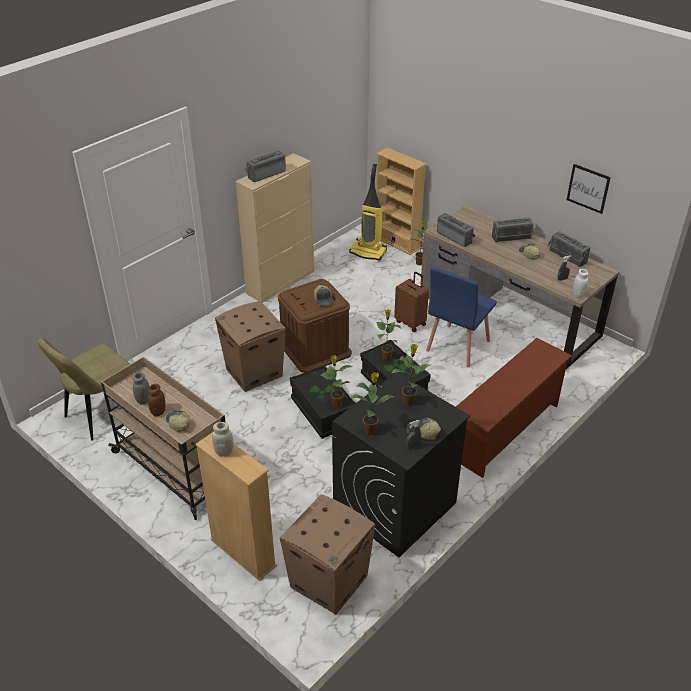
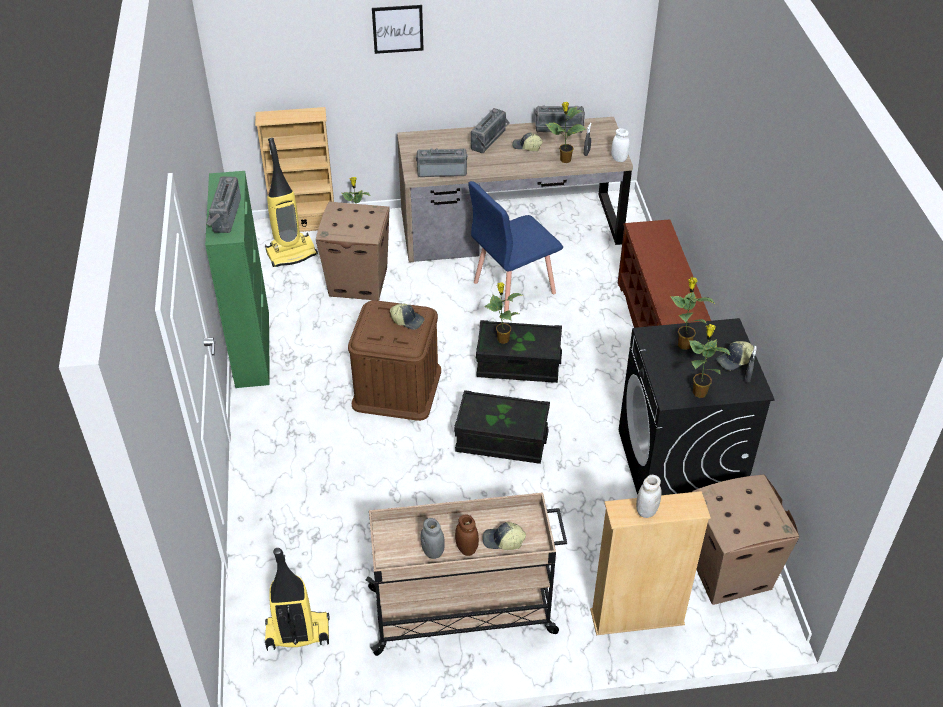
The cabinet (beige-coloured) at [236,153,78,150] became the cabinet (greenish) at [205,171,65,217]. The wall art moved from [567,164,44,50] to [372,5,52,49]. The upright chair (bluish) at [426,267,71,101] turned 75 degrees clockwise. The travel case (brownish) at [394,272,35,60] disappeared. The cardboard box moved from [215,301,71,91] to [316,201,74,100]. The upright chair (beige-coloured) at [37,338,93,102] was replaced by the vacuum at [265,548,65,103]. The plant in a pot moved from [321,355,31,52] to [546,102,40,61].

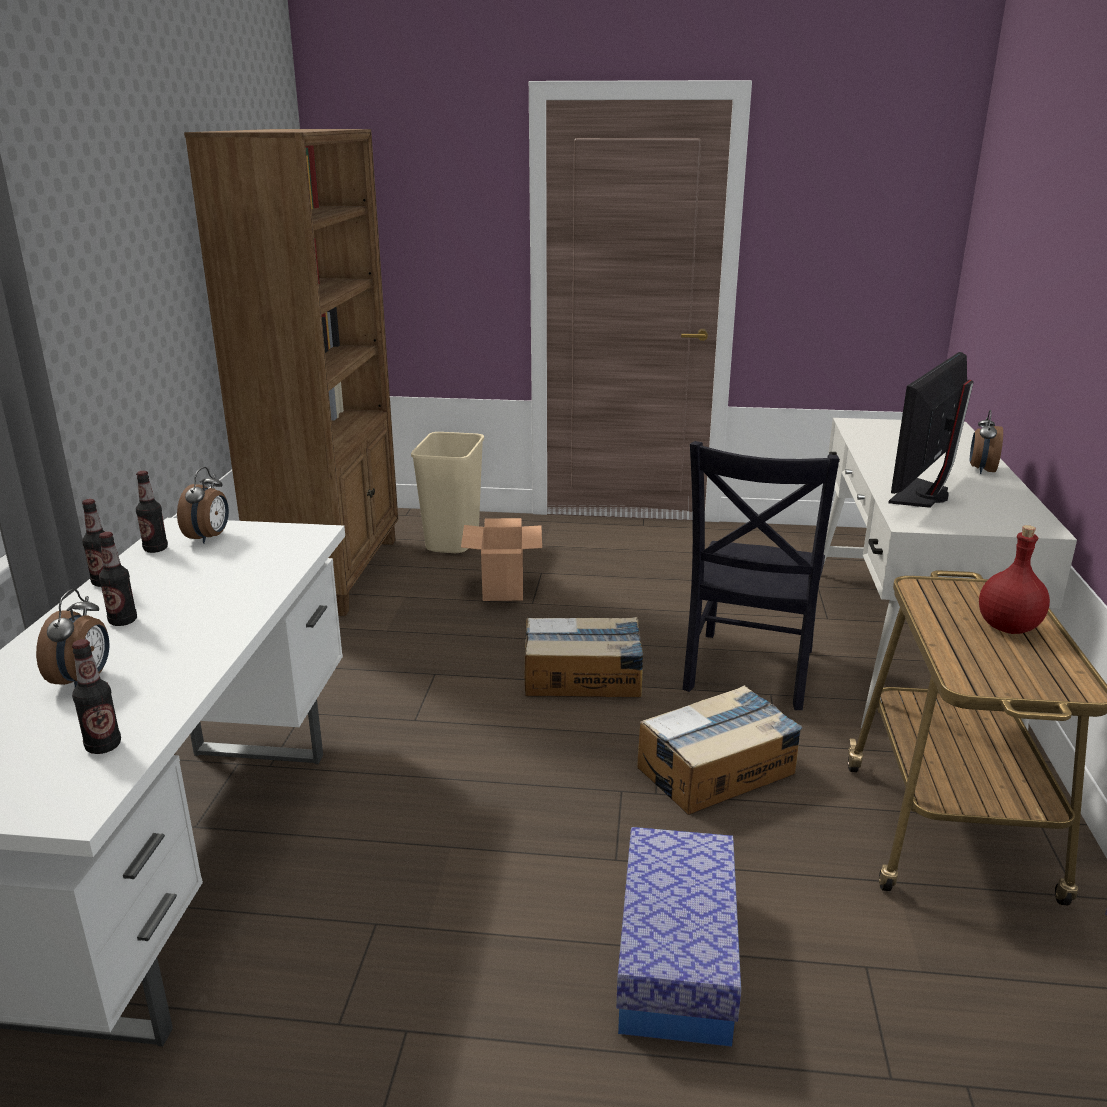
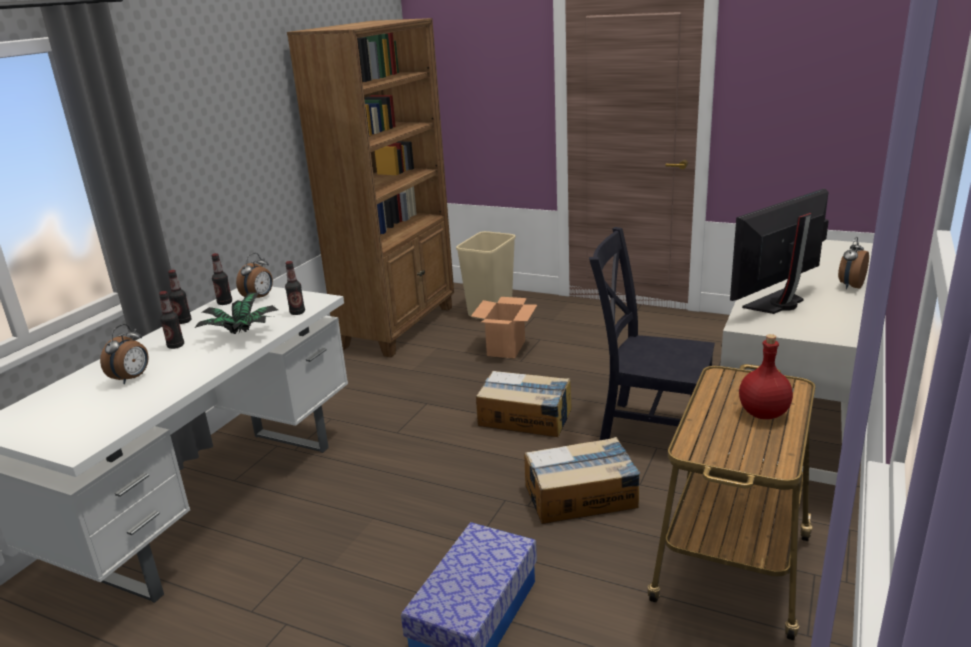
The upright chair (blackish) at [683,441,156,269] turned 75 degrees clockwise. The drink bottle moved from [72,639,49,115] to [285,261,20,54]. The plant in a pot at [194,292,84,42] appeared.

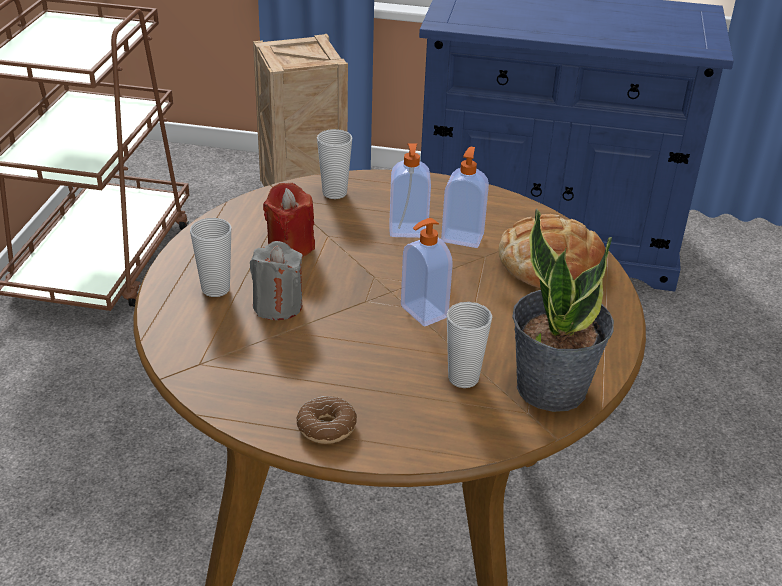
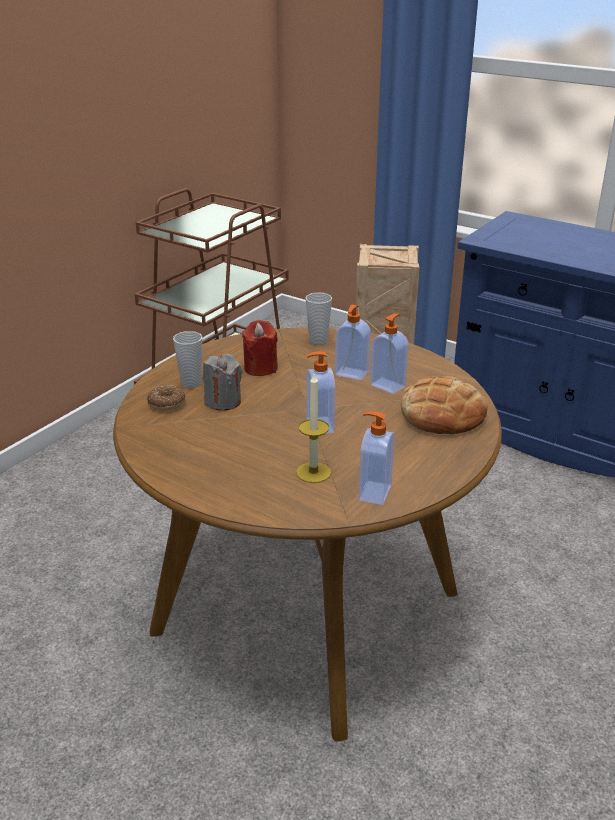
The plant in a pot at [512,209,102,203] was replaced by the liquid soap bottle at [359,411,35,94]. The cup at [447,302,46,86] was replaced by the wax light at [296,374,35,109]. The doughnut moved from [296,396,61,48] to [147,385,39,26].

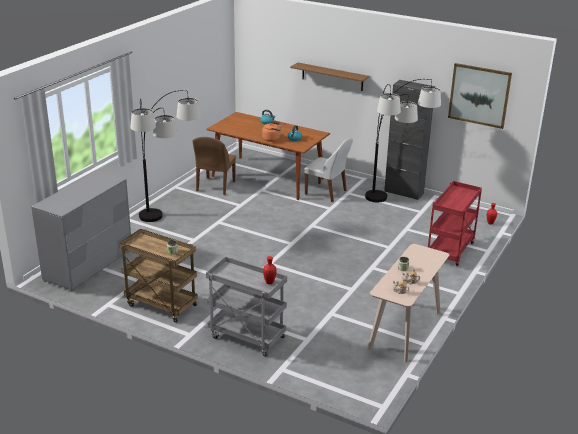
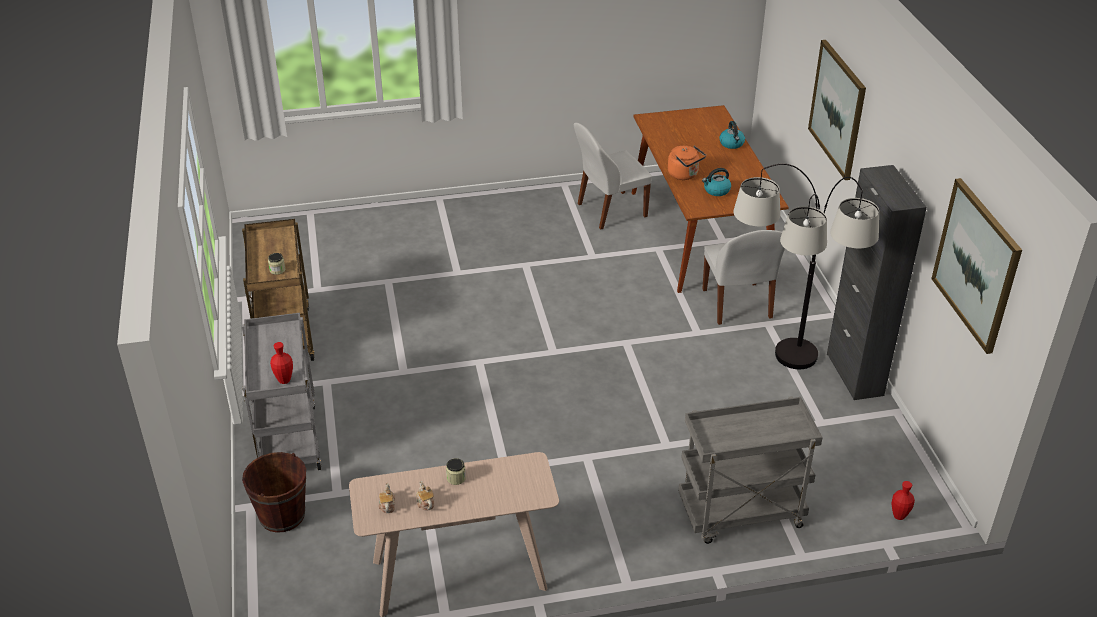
The shelf (brownish) at [290,62,79,29] was replaced by the wall art at [808,40,58,140]. The standing lamp at [131,90,70,132] disappeared. The upright chair (brownish) at [192,137,44,58] became the upright chair (white) at [574,123,78,107]. The chest of drawers (grey) at [31,171,100,121] disappeared. The cart (red-coloured) at [428,181,54,85] became the cart (grey) at [678,396,145,148]. The pail (brownish) at [242,452,64,81] appeared.

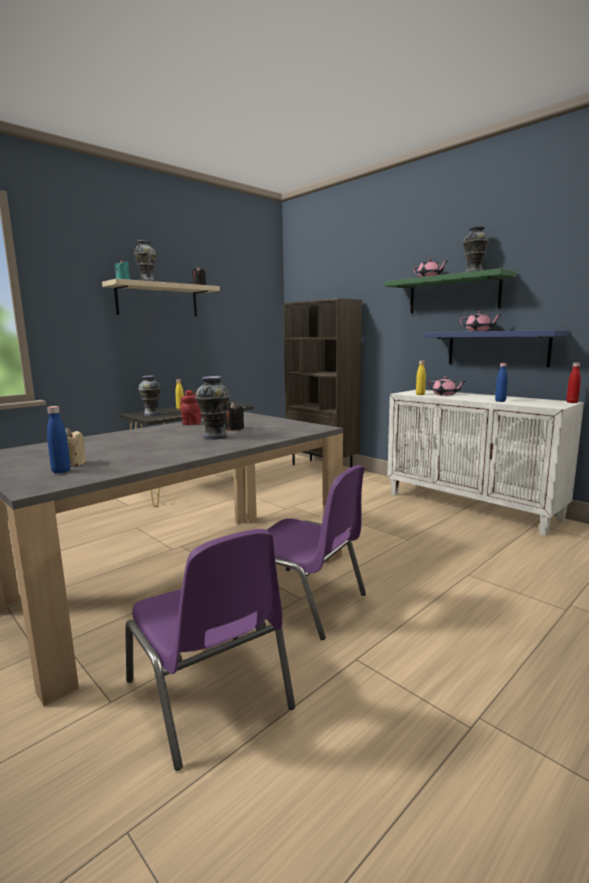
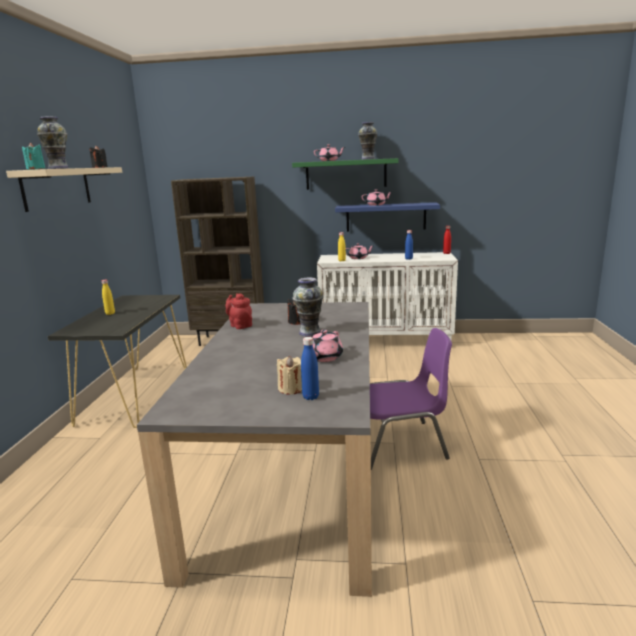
The decorative vase at [138,376,23,40] disappeared. The upright chair (purplish) at [125,529,170,242] disappeared. The tea pot (pink-coloured) at [311,330,32,32] appeared.

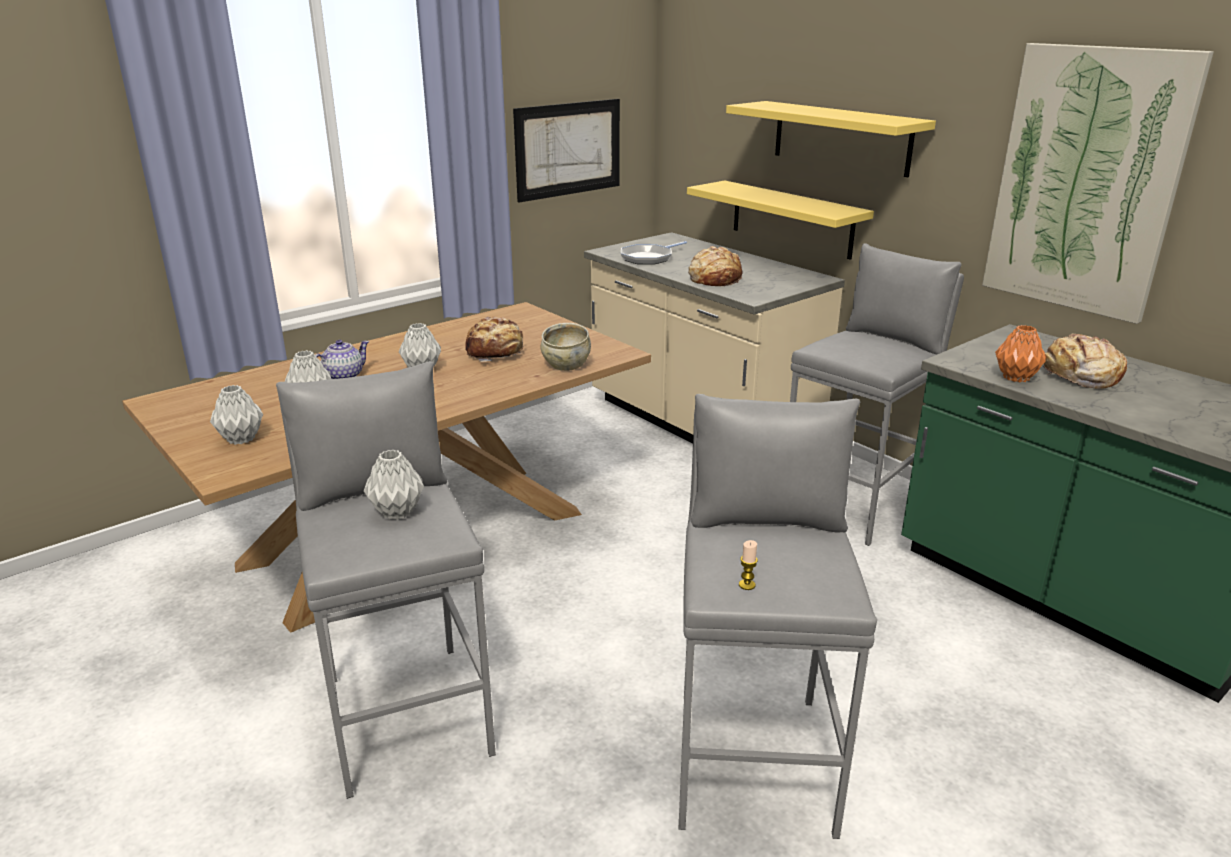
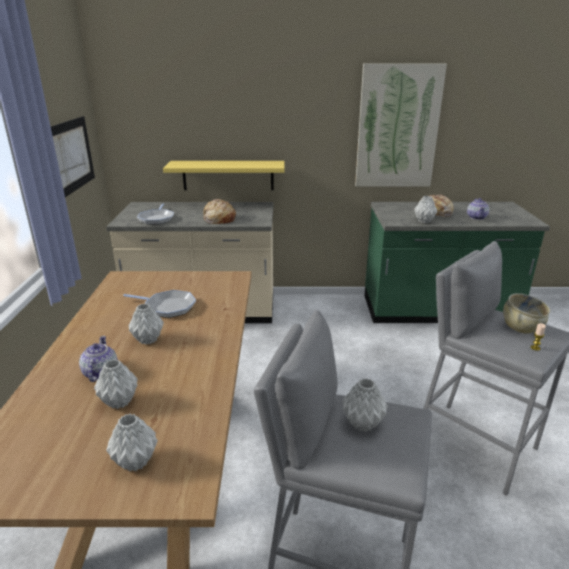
The shelf (yellow-coloured) at [726,101,210,76] disappeared. The sitting stool (grey) at [790,243,174,303] disappeared. The bakery bread at [465,317,59,45] was replaced by the frying pan at [123,290,73,28]. The deep dish (beige-coloured) moved from [541,323,50,48] to [503,293,47,41]. The decorative vase (orange) at [995,325,51,57] became the decorative vase (grey) at [414,196,24,27]. The tea pot at [467,198,22,22] appeared.

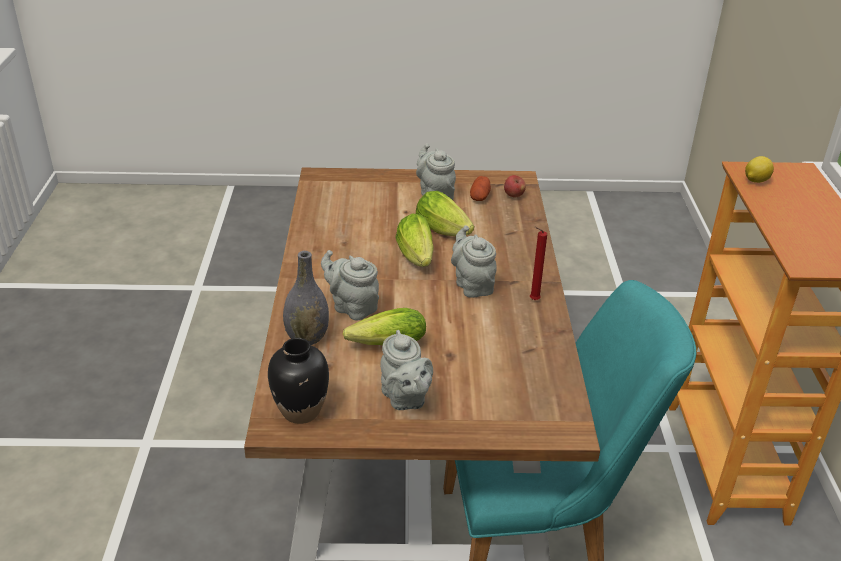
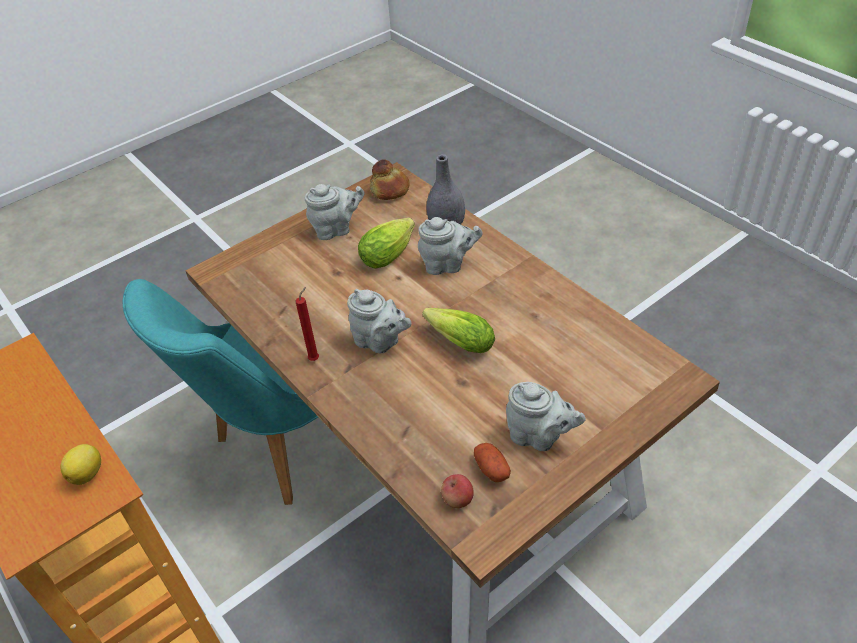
The lettuce head at [416,191,58,45] disappeared. The tea pot (grey) at [380,330,53,80] turned 135 degrees clockwise. The decorative vase (blackish) at [268,338,61,86] was replaced by the bakery bread at [370,160,40,40].

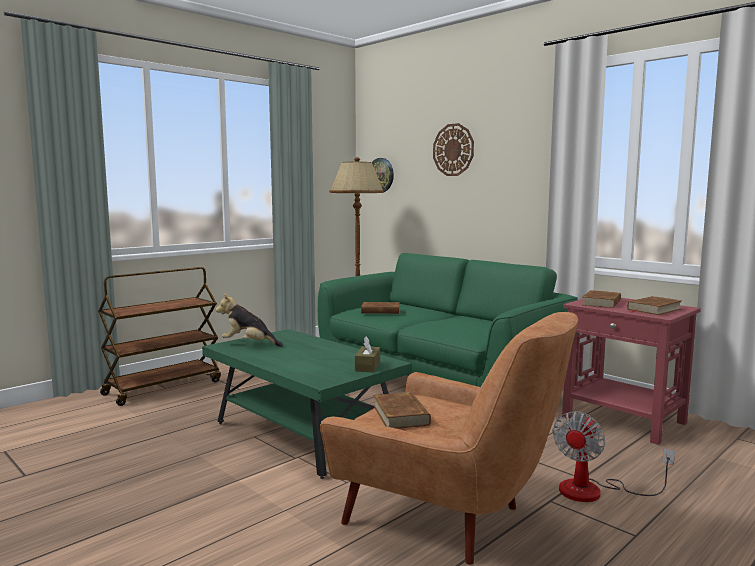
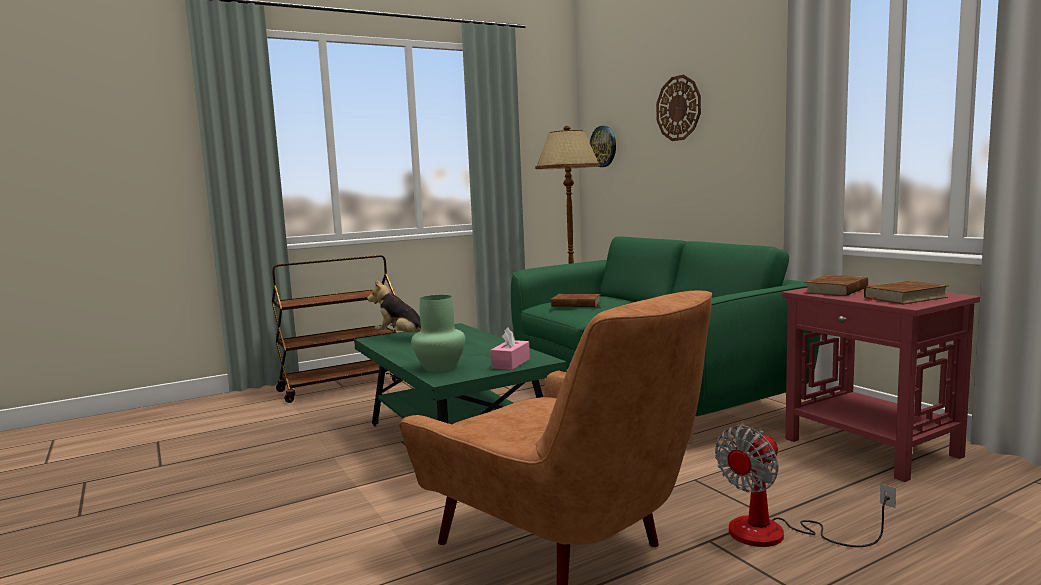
The tissue holder (brownish) at [355,336,25,36] became the tissue holder (pink-coloured) at [490,327,40,43]. The volume (brownish) at [373,392,58,37] disappeared. The decorative vase (greenish) at [411,295,54,77] appeared.

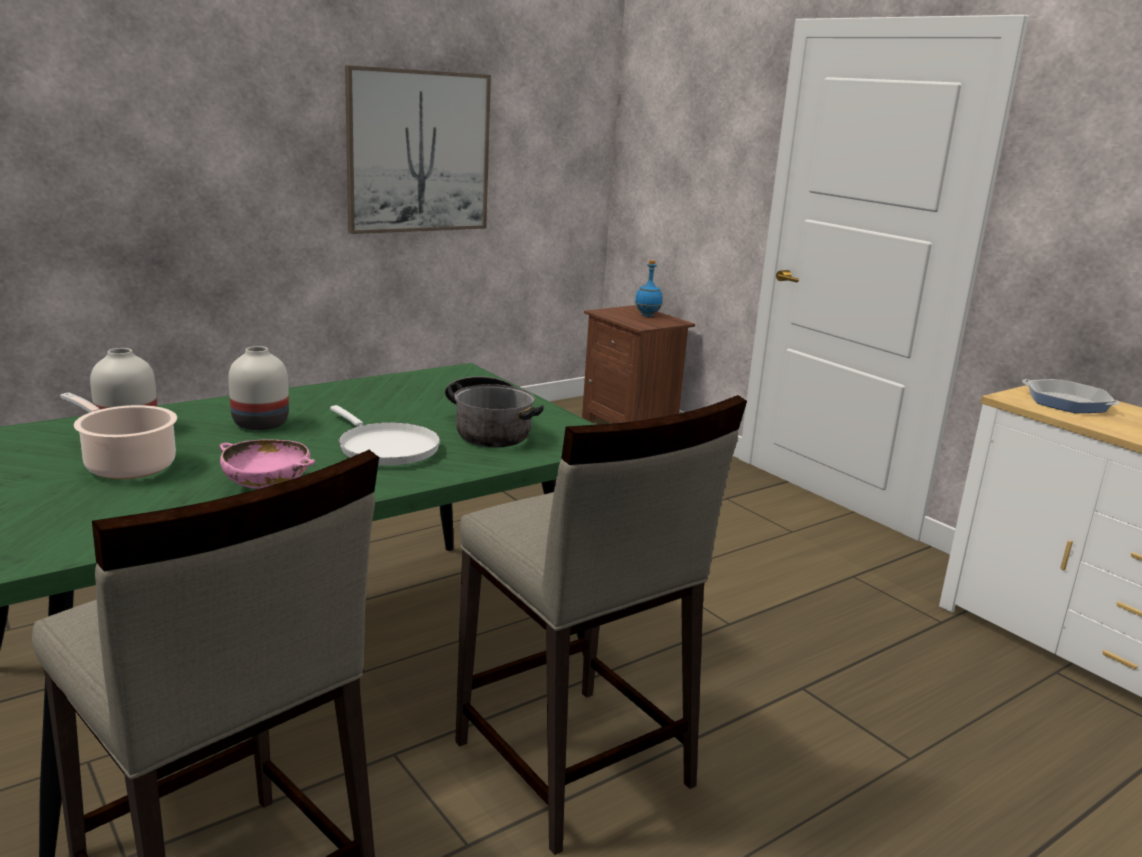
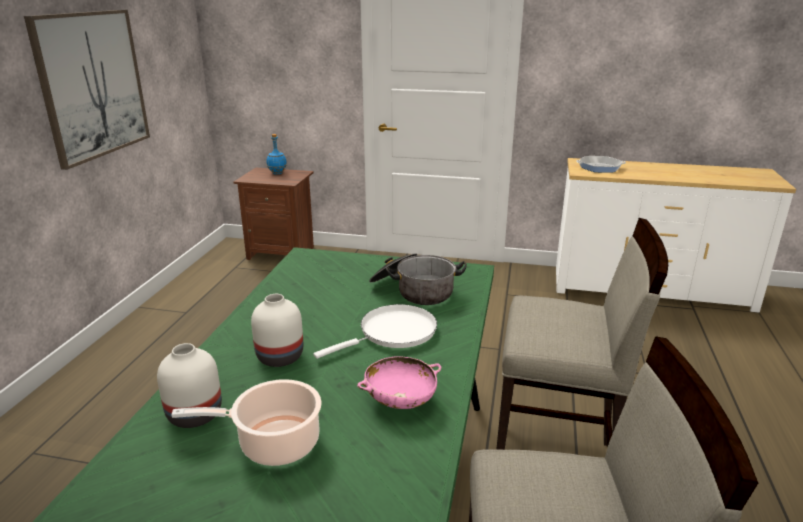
The frying pan (white) at [330,405,110,60] turned 45 degrees counterclockwise.

